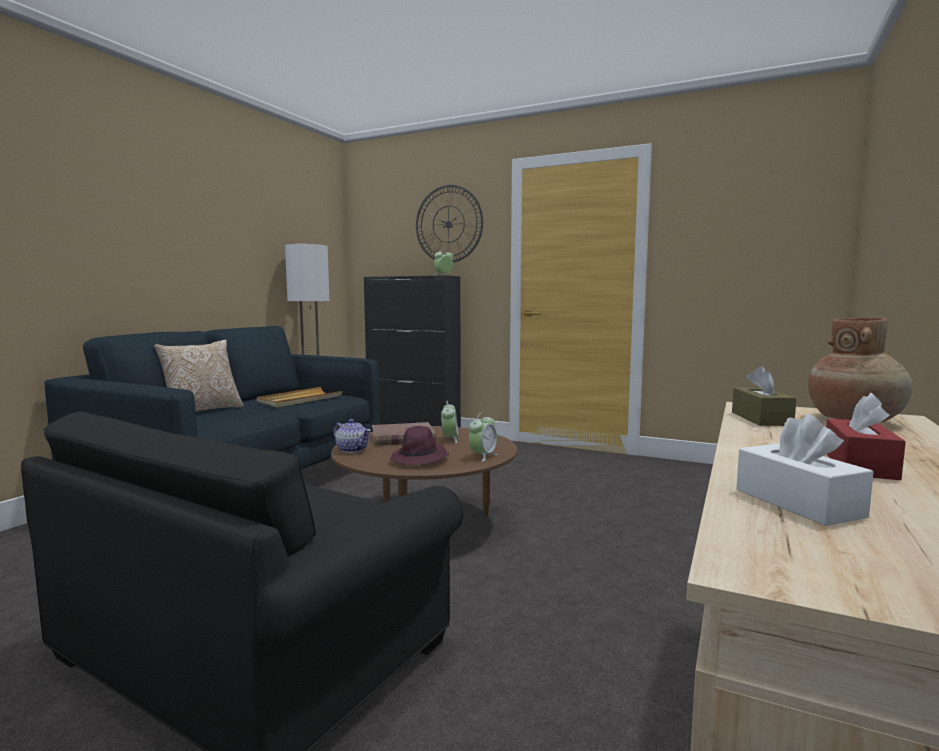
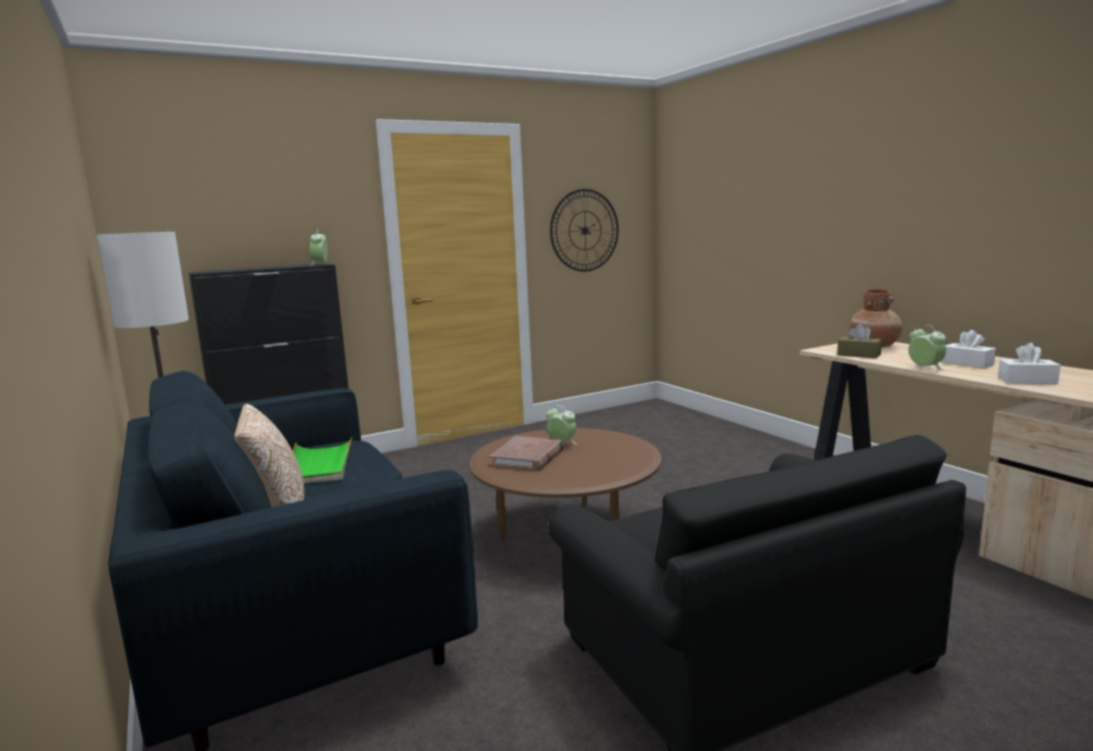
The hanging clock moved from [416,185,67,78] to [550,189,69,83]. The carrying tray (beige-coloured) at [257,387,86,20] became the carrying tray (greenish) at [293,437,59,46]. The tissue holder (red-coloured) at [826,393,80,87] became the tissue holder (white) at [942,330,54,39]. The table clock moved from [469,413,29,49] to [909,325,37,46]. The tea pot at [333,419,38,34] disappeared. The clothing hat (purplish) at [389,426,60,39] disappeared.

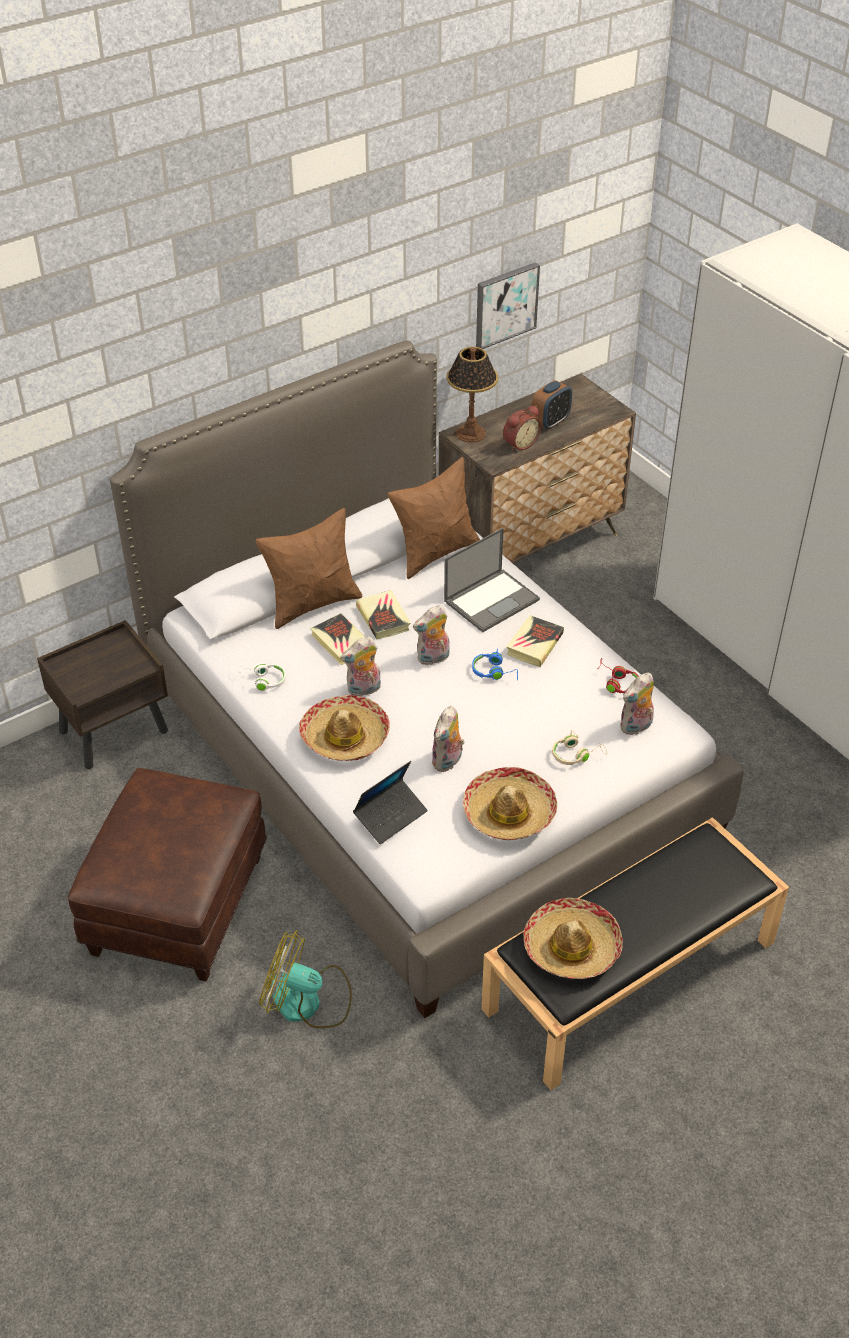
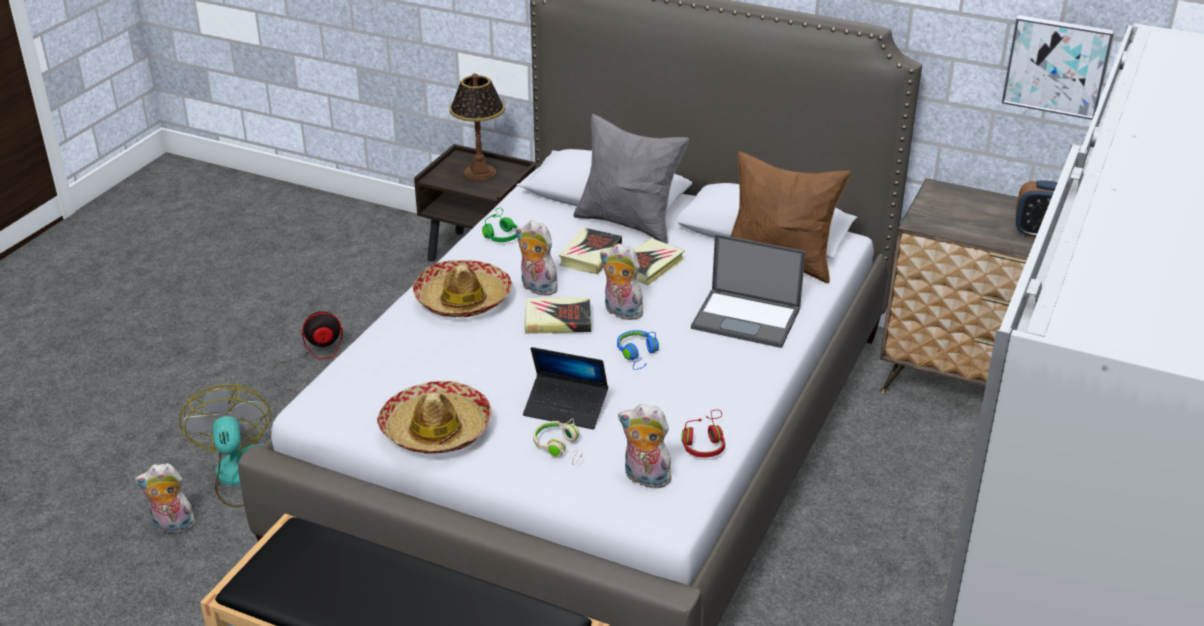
The lamp for a table moved from [447,347,51,96] to [449,73,56,108]. The table clock at [503,405,38,47] disappeared. The pillow (brownish) at [256,508,107,121] became the pillow (grey) at [573,114,116,130]. The volume moved from [506,615,58,52] to [525,298,67,36]. The headset (white) at [239,662,47,29] became the headset (greenish) at [482,208,36,34]. The plush toy moved from [432,706,33,66] to [135,463,60,70]. The portable computer moved from [353,761,75,83] to [523,347,85,82]. The footrest (brownish) at [68,768,199,214] was replaced by the cooling fan at [273,311,70,81]. The clothing hat at [524,898,99,81] disappeared.

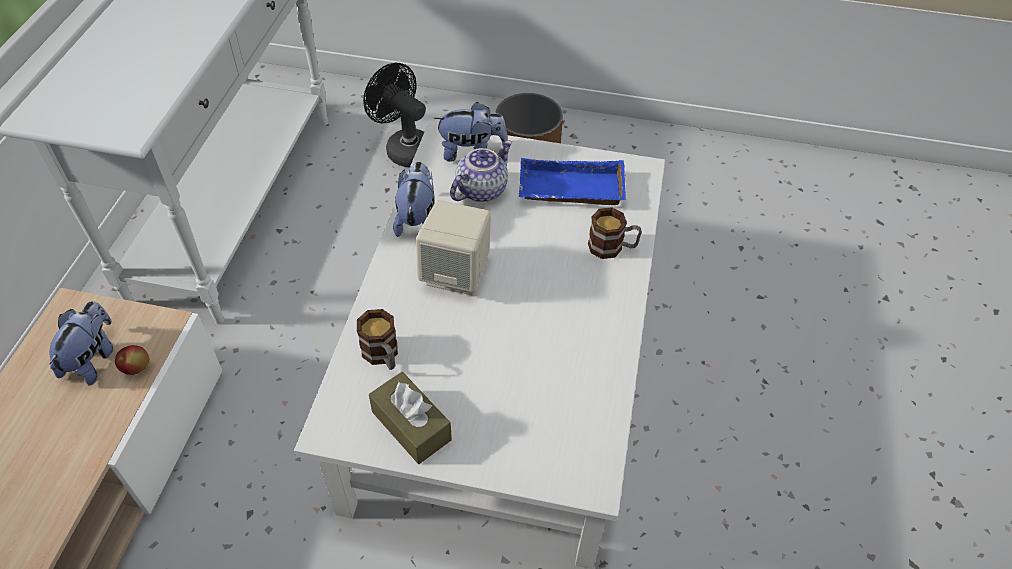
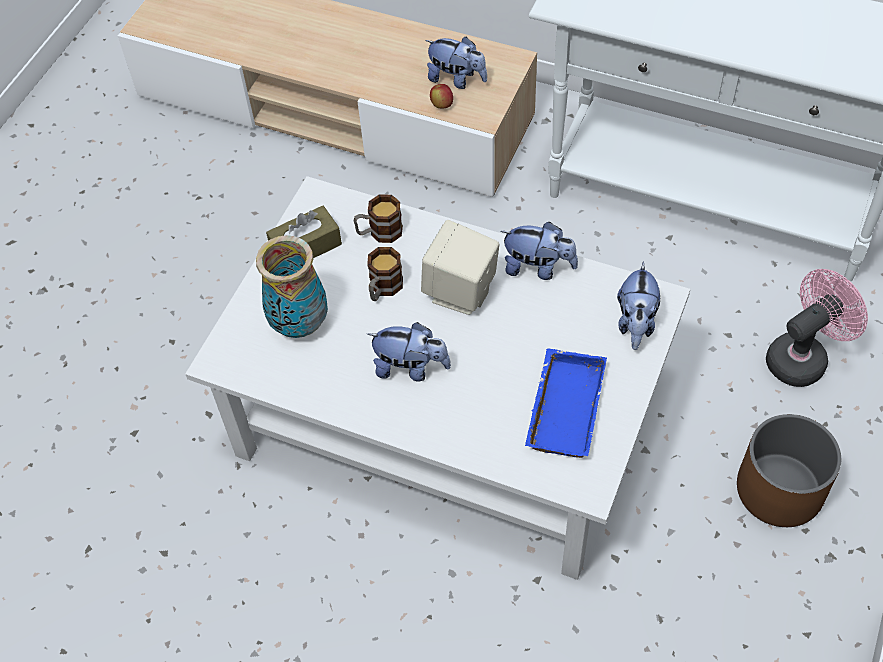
The cooling fan (blackish) at [363,63,63,104] became the cooling fan (pink-coloured) at [766,269,102,118]. The tea pot at [450,140,62,62] disappeared. The coffee mug moved from [588,207,54,52] to [367,247,36,54]. The decorative vase at [256,235,72,103] appeared. The plush toy at [367,322,84,59] appeared.

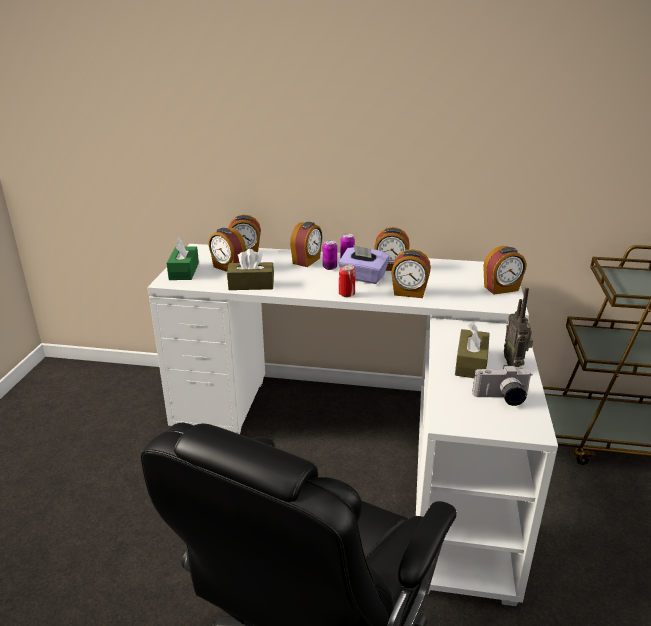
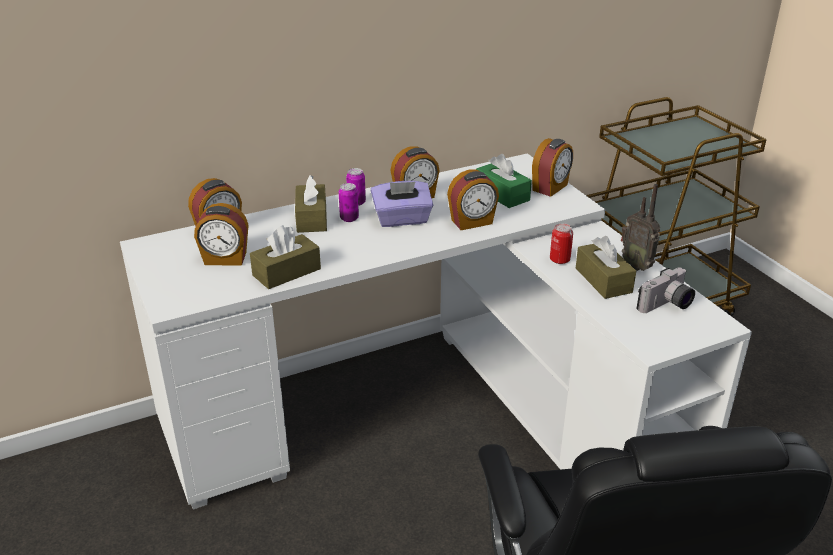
The table clock at [290,222,32,45] was replaced by the tissue holder (brownish) at [295,175,32,58]. The tissue holder (greenish) moved from [166,237,33,43] to [476,154,56,54]. The can moved from [339,265,17,32] to [550,223,23,41].

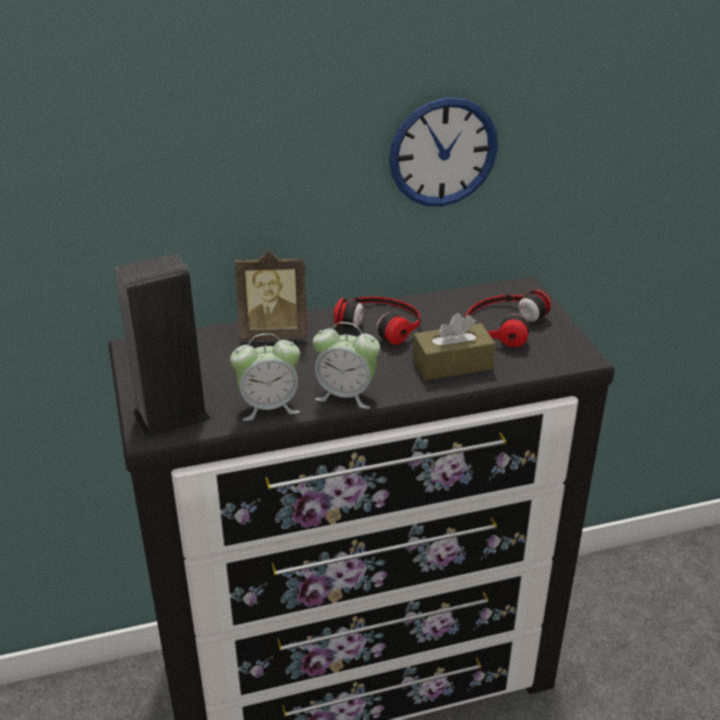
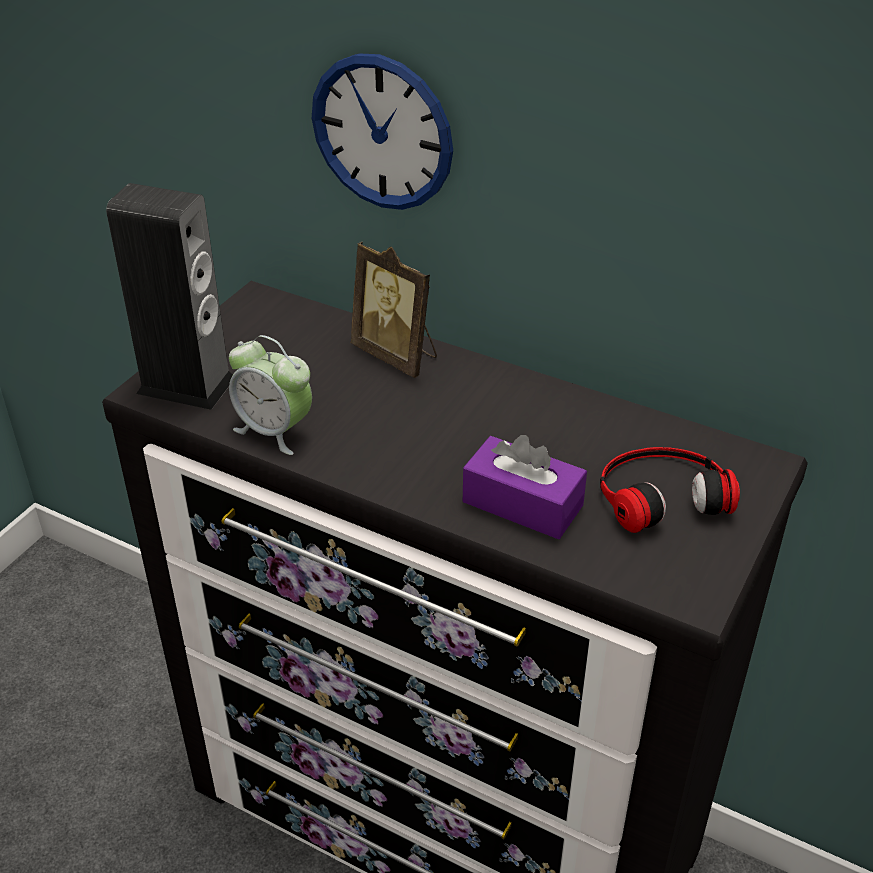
The hanging clock moved from [389,97,109,109] to [312,53,141,157]. The headset at [334,296,87,49] disappeared. The tissue holder (brownish) at [412,313,84,67] became the tissue holder (purplish) at [463,435,124,104]. The table clock at [312,322,68,87] disappeared.

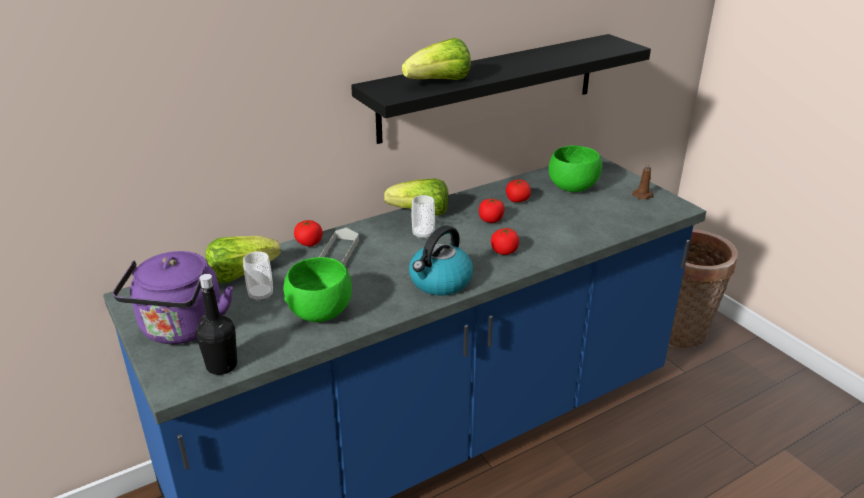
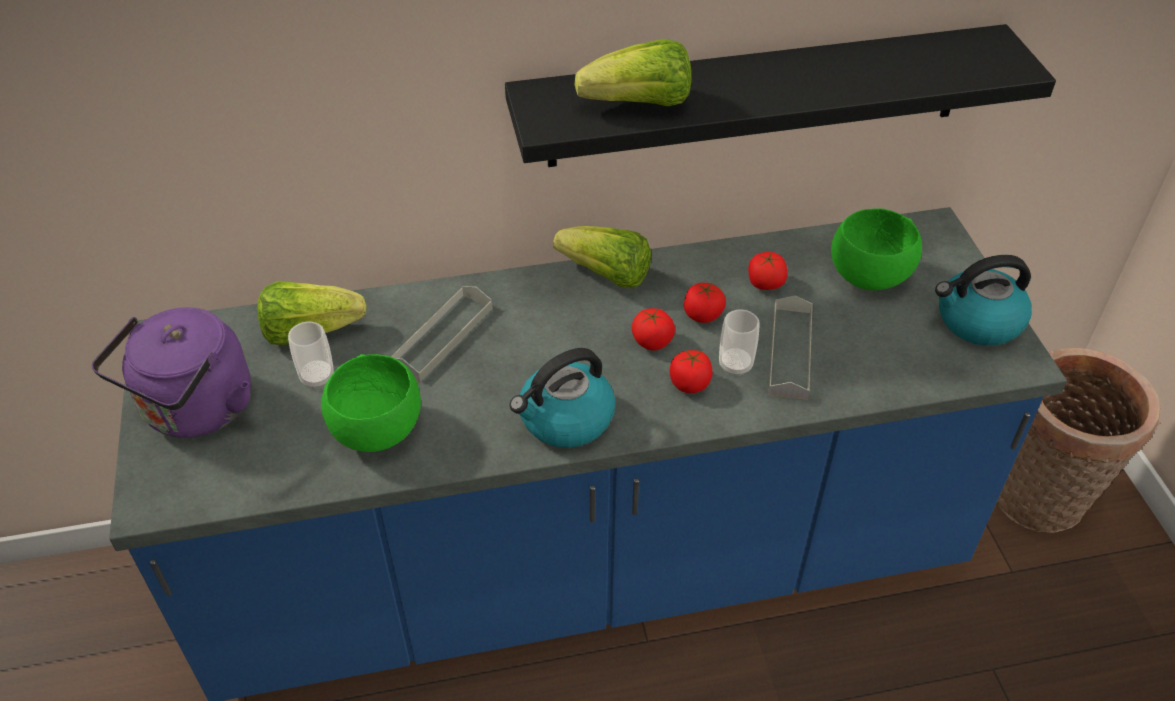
The wax light (brownish) at [632,162,21,37] was replaced by the water kettle at [935,255,97,91]. The cup moved from [412,195,23,44] to [719,310,41,66]. The tomato moved from [294,220,29,26] to [632,308,43,42]. The drink bottle (blackish) at [196,274,41,101] disappeared. The carrying tray (grey) at [768,295,45,105] appeared.

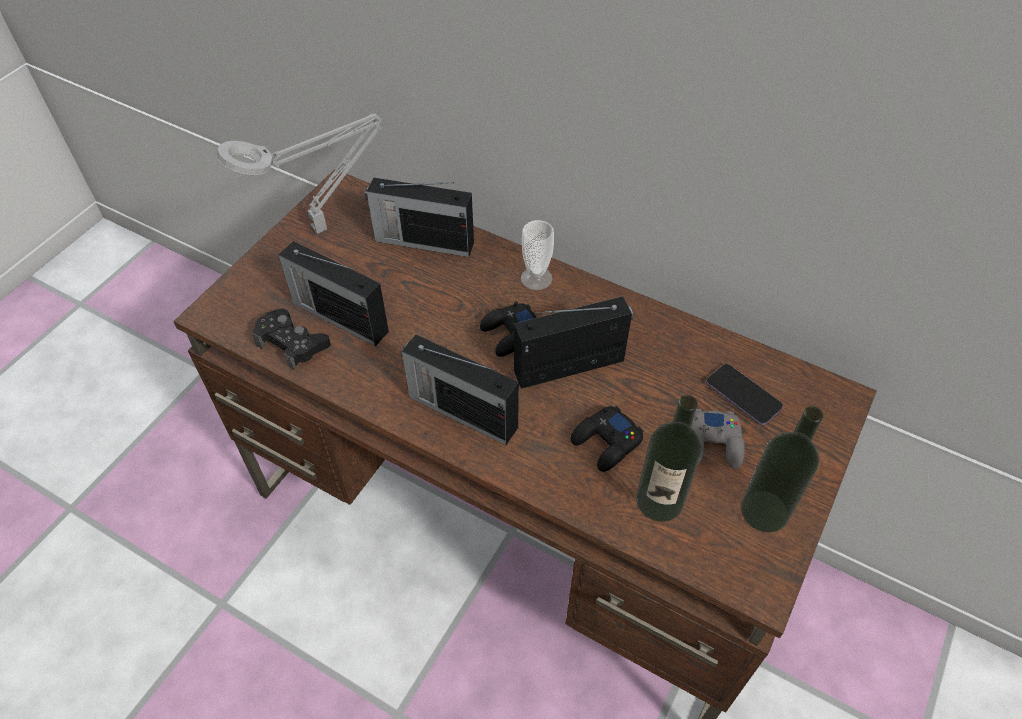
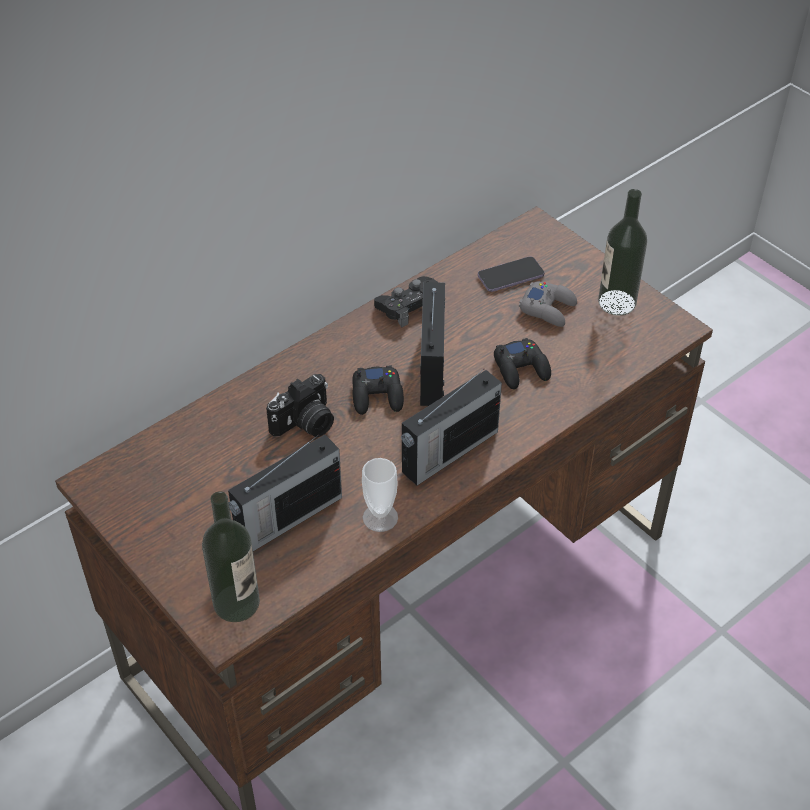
The lamp for a table (grey) at [217,113,165,121] disappeared. The radio set at [365,177,109,80] disappeared. The cup moved from [521,220,33,70] to [362,458,36,74]. The game controller (blackish) moved from [252,308,79,62] to [374,276,63,52]. The drink bottle moved from [636,395,66,127] to [202,491,58,131]. The photo camera at [266,374,68,63] appeared.

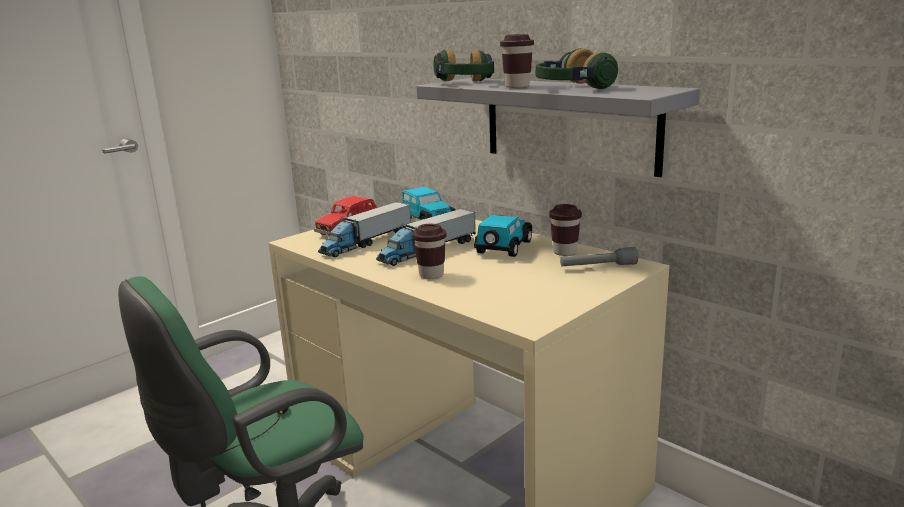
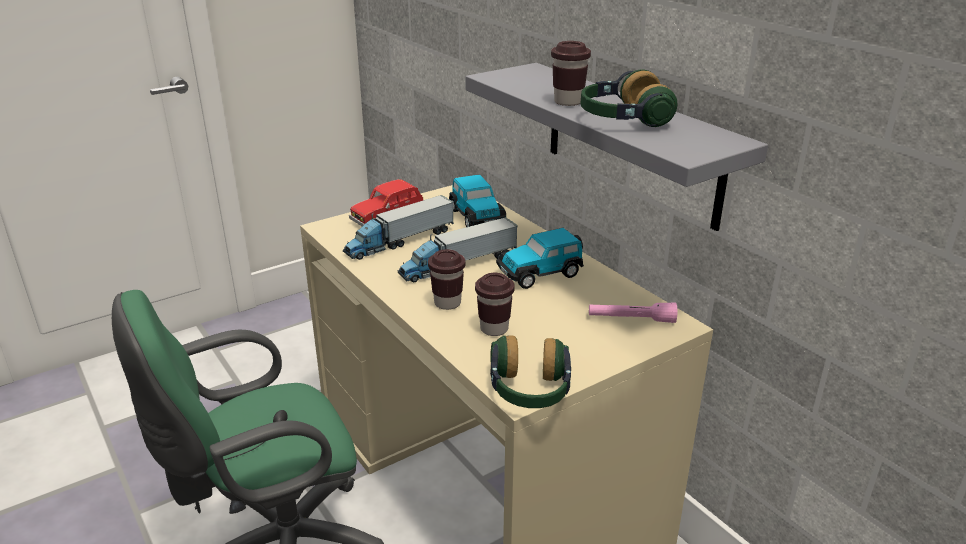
The headset moved from [434,50,60,32] to [490,335,81,73]. The cup (brownish) moved from [549,204,33,52] to [475,273,40,63]. The toy car at [474,215,58,42] turned 150 degrees counterclockwise. The hand torch (grey) at [560,247,78,20] became the hand torch (pink-coloured) at [589,302,88,21].

